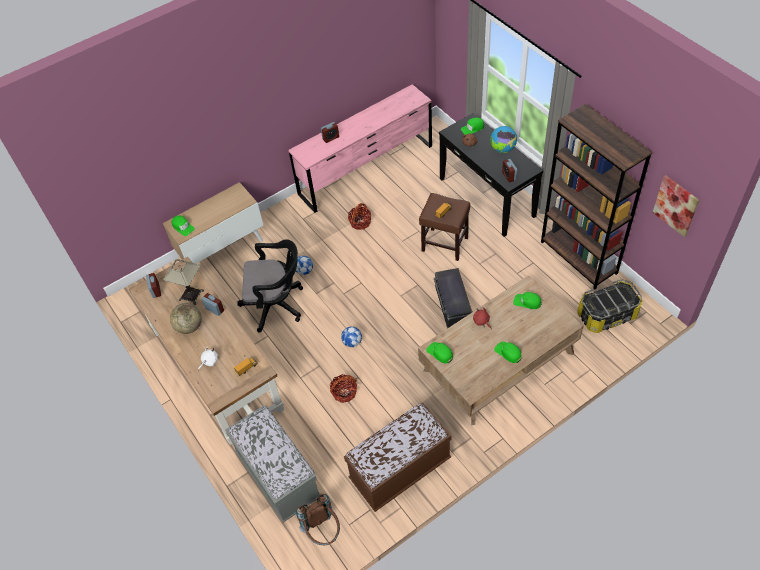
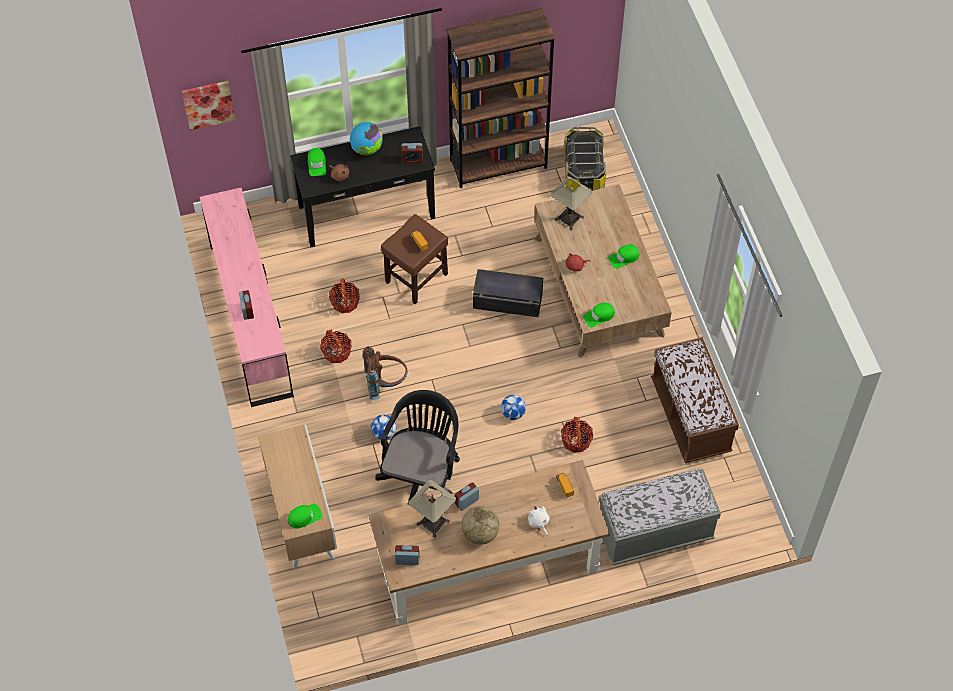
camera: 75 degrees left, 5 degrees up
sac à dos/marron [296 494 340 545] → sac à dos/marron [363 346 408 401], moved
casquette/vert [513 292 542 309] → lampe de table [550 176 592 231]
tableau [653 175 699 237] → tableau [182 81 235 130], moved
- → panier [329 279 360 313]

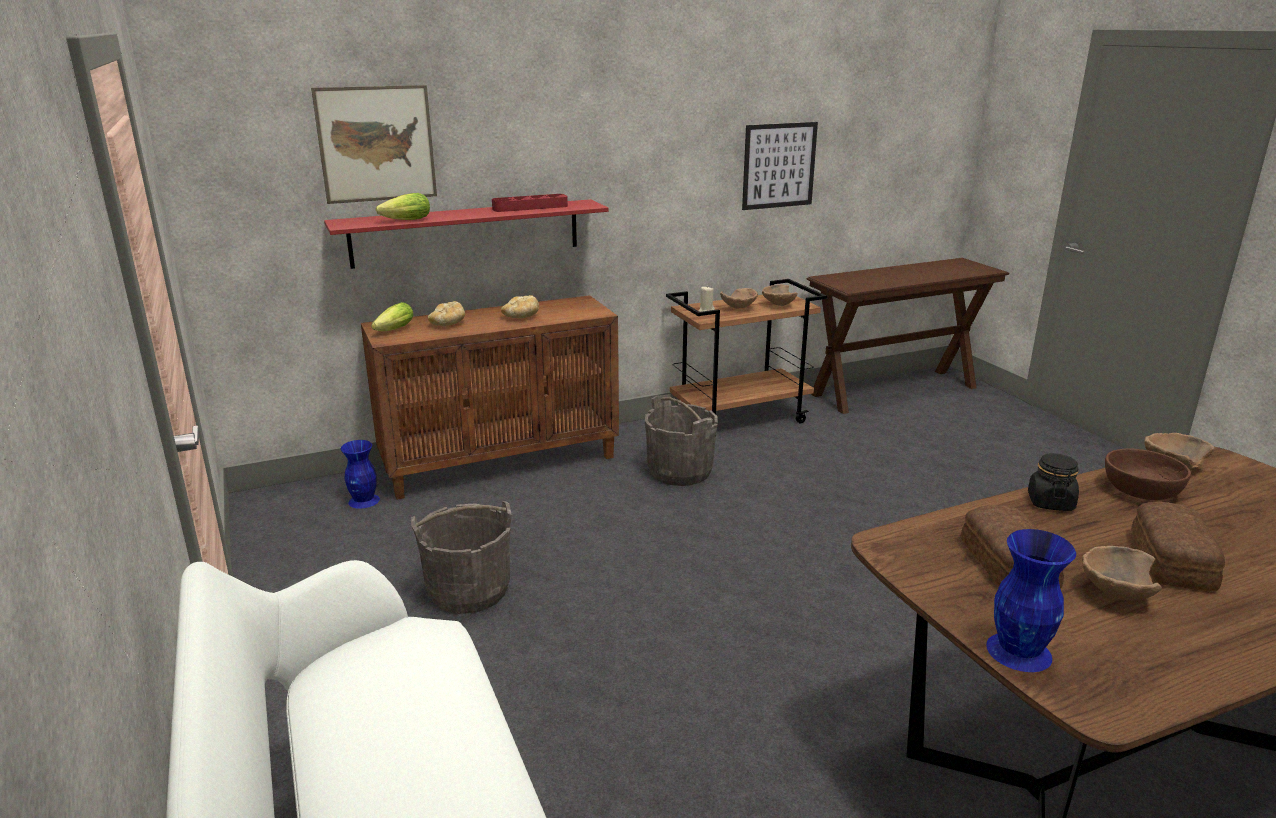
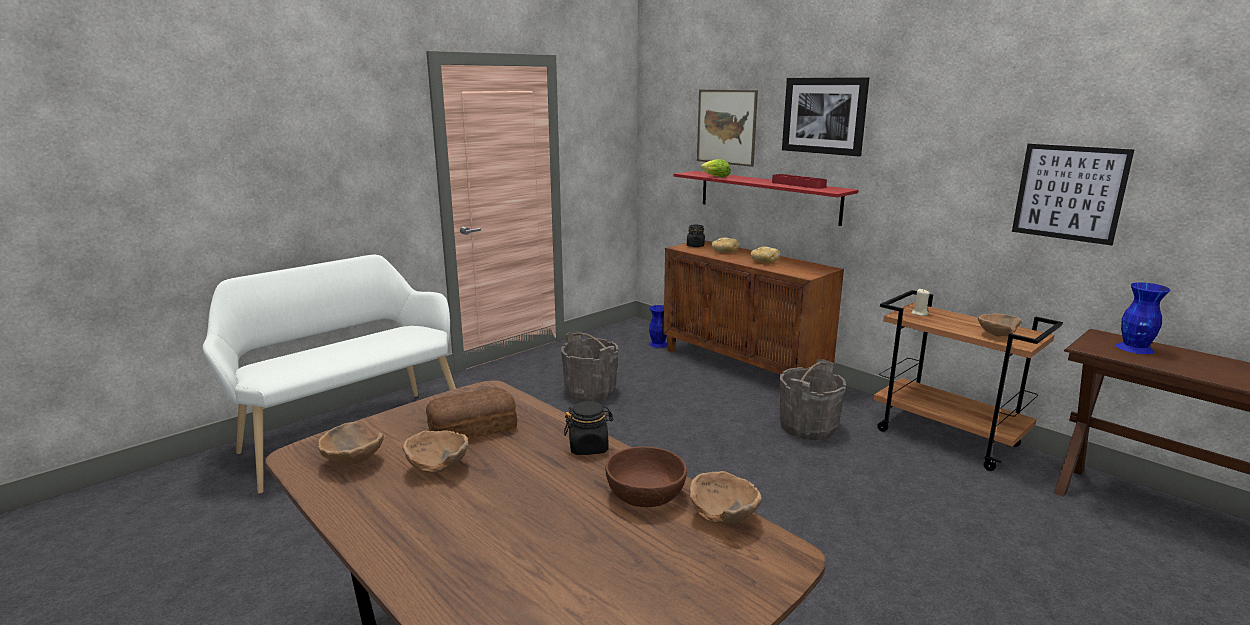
camera: 70 degrees right, 5 degrees down
laitue [371 302 413 331] → bocal/noir [687 225 705 247]
bol/marron [720 288 758 309] → bol/marron [318 422 384 464], moved
vase/bleu [986 529 1076 672] → vase/bleu [1116 282 1170 354], moved
pain [1131 502 1225 591] → -
- → tableau [782 77 869 157]

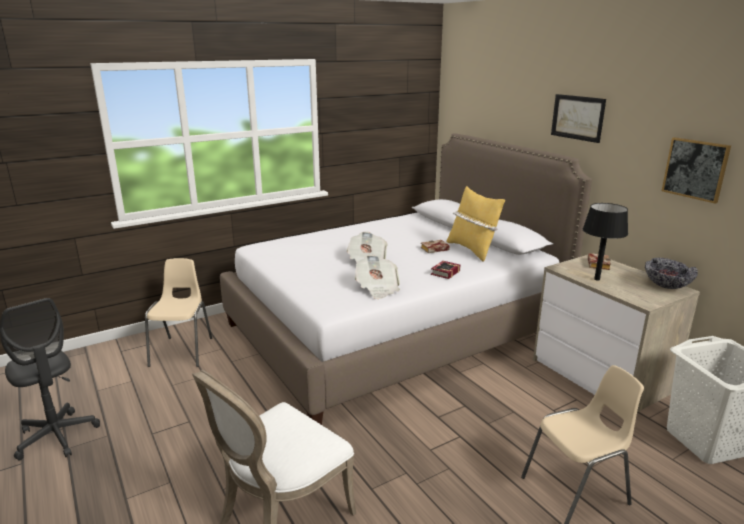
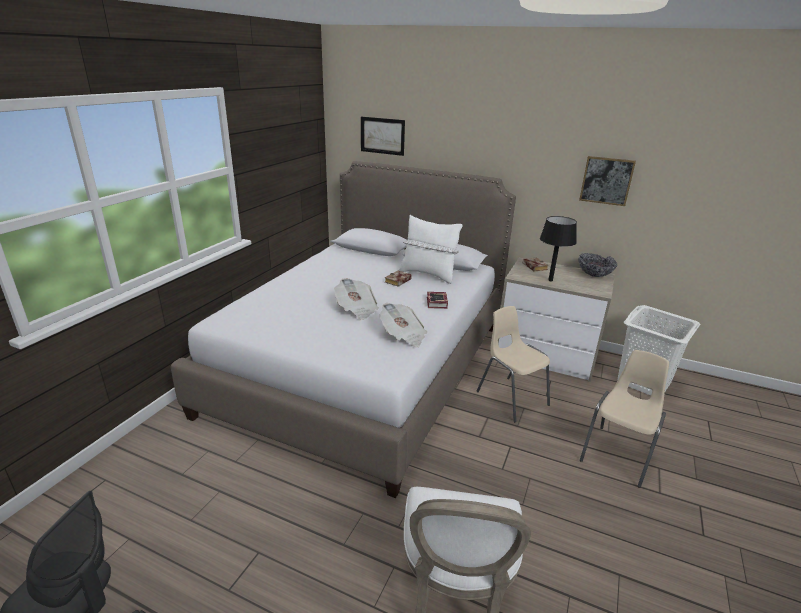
camera: 35 degrees left, 5 degrees up
chaise/beige [145 258 212 367] → chaise/beige [477 306 550 422], moved
coussin/jaune [446 186 505 262] → coussin/blanc [399 215 463 284]
tableau [551 94 606 143] → tableau [361 117 405 156], moved

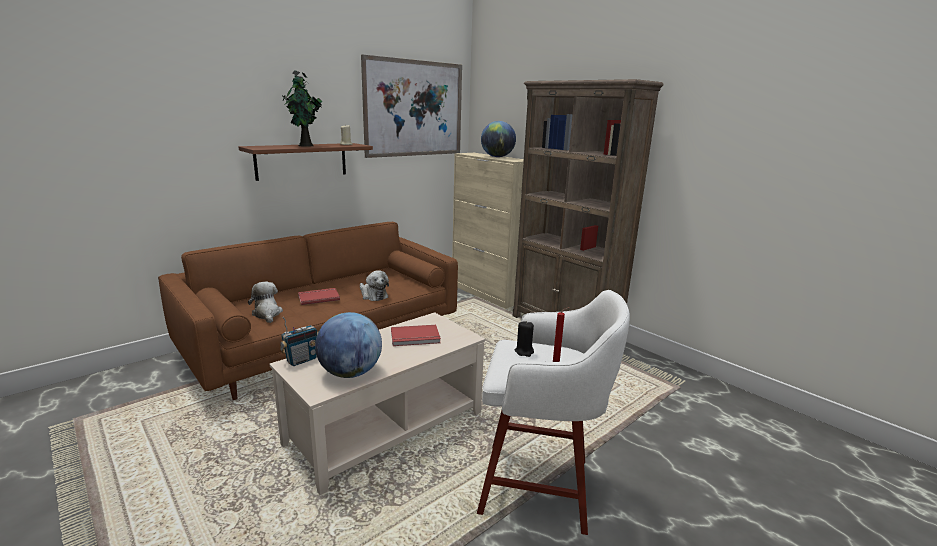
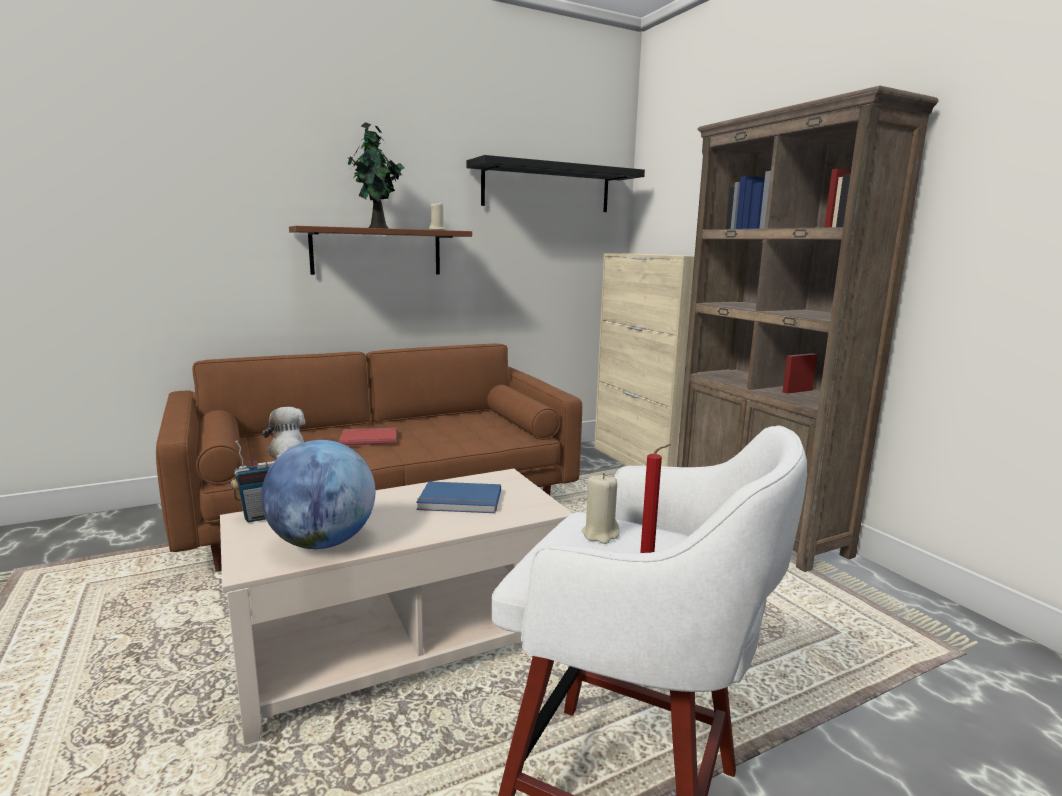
camera: 15 degrees right, 5 degrees down
peluche [360 270 389 301] → -
tableau [361 55 462 158] → étagère/noir [466 155 645 212]
livre/rouge [391 325 441 346] → livre/bleu [416 481 501 513]
globe [481 121 516 157] → -
bougie/noir [515 321 534 357] → bougie/beige [582 473 620 544]

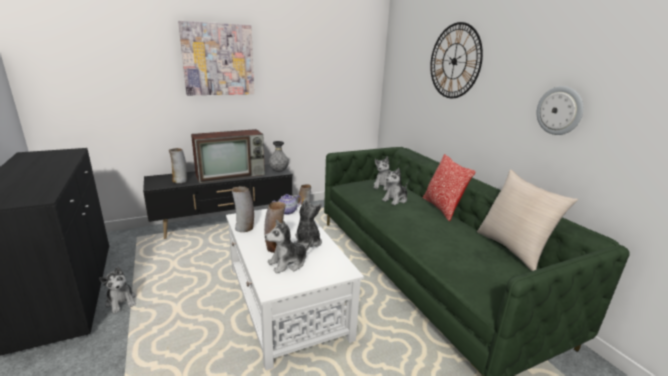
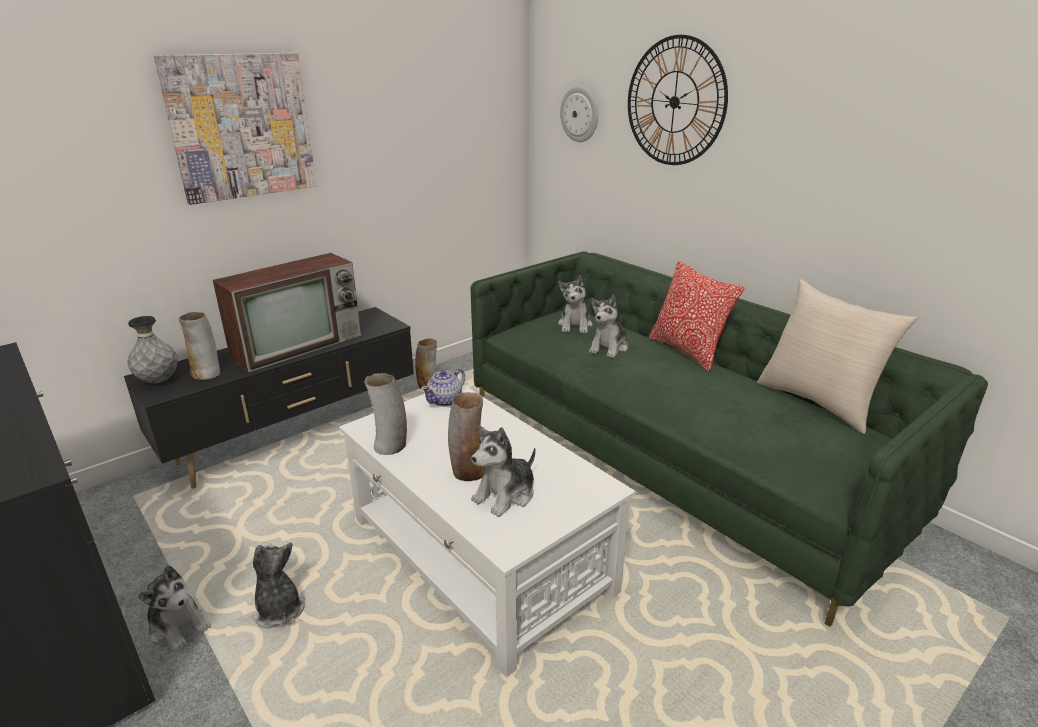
camera: 15 degrees left, 5 degrees up
vase/gris [269 141 289 172] → vase/gris [128 316 178 383], moved
peluche [294 199 322 247] → peluche [253 542 305 628], moved
horloge murale [536 86 584 135] → horloge murale [560 86 598 142], moved

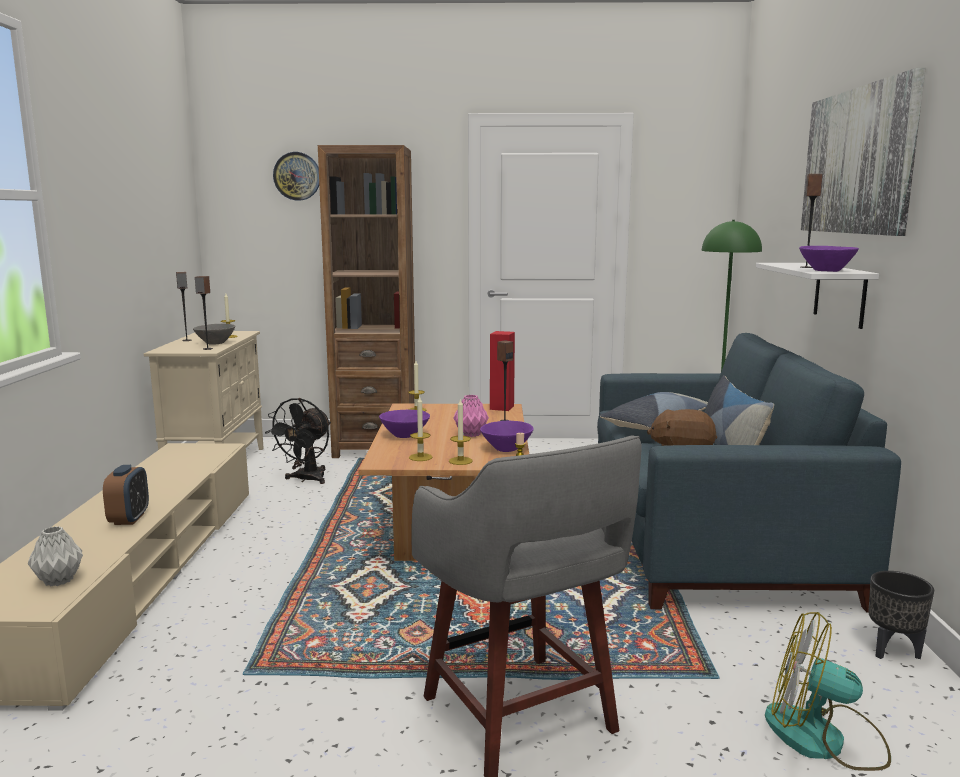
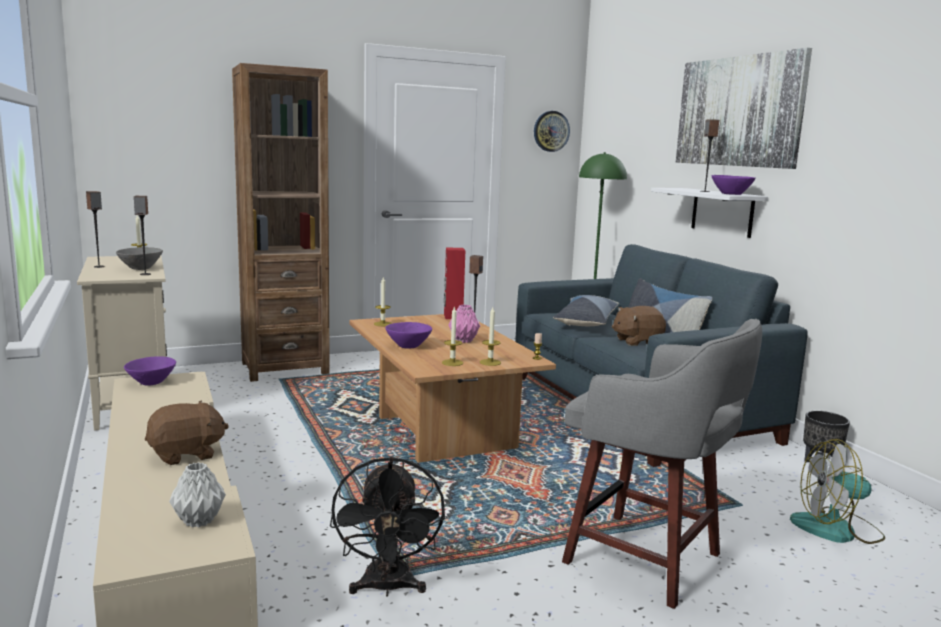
camera: 25 degrees left, 0 degrees up
réveil [103 465 149 525] → peluche/marron [145 401 229 465]
ventilateur/noir [265 398 331 484] → ventilateur/noir [330 457 445 597], moved
horloge murale [273 152 319 200] → horloge murale [534 111 570 152], moved
bol/violet [480 421 534 452] → bol/violet [124 356 176 386], moved

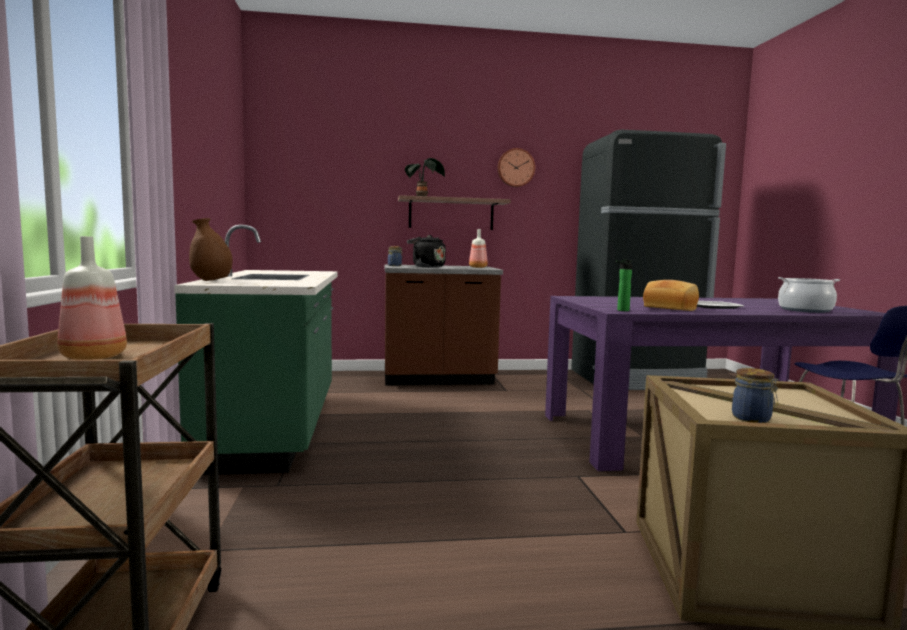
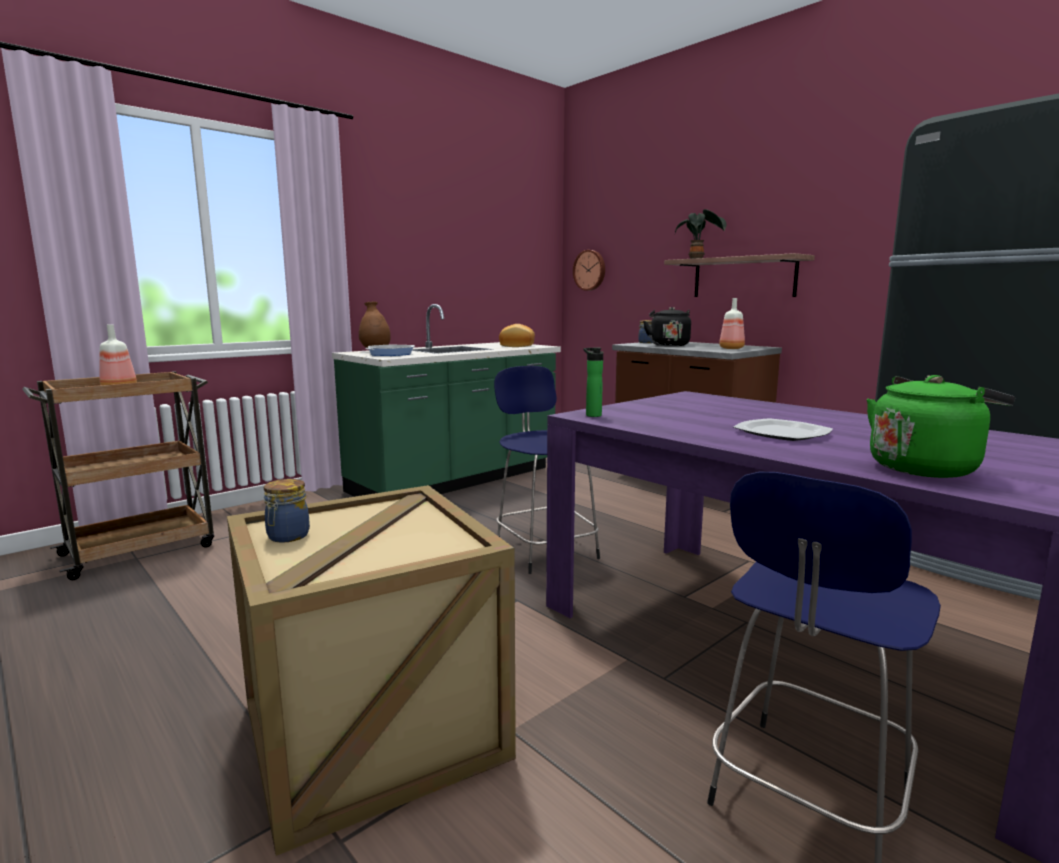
camera: 55 degrees right, 5 degrees up
horloge murale [497 148 535 187] → horloge murale [573 250 605 291], moved
pain [643 280 699 311] → pain [499 324 535 347], moved
marmite [778 277 840 313] → bouilloire/vert [867 375 1015 478]
- → poêle [365 345 415 356]
- → tabouret/bleu [494 366 600 574]

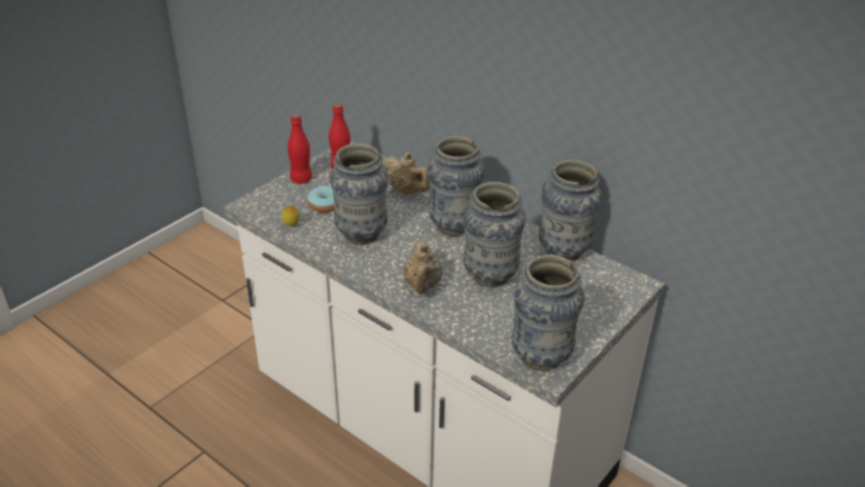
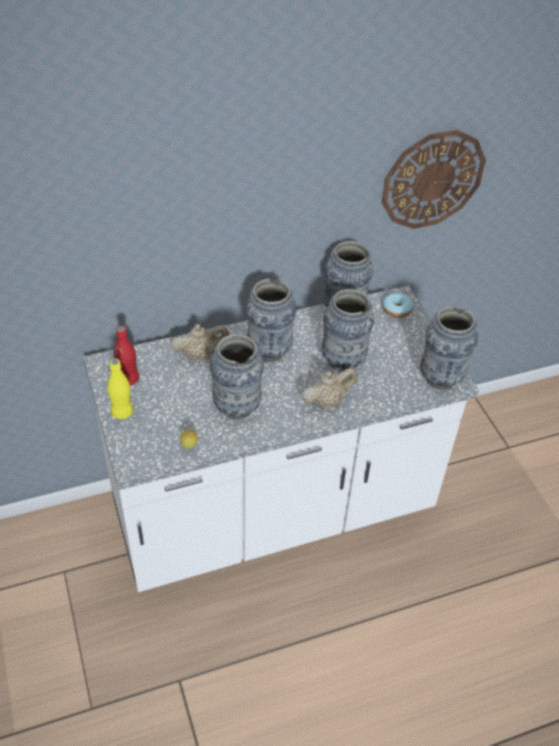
camera: 60 degrees left, 10 degrees up
bouteille/rouge [288 114 312 184] → bouteille/jaune [107 359 133 419]
beignet [307 186 334 212] → beignet [383 293 413 318], moved
théière/beige [403 241 443 294] → théière/beige [301 368 357 409], 60 degrees counterclockwise
- → horloge murale [382 130 486 229]

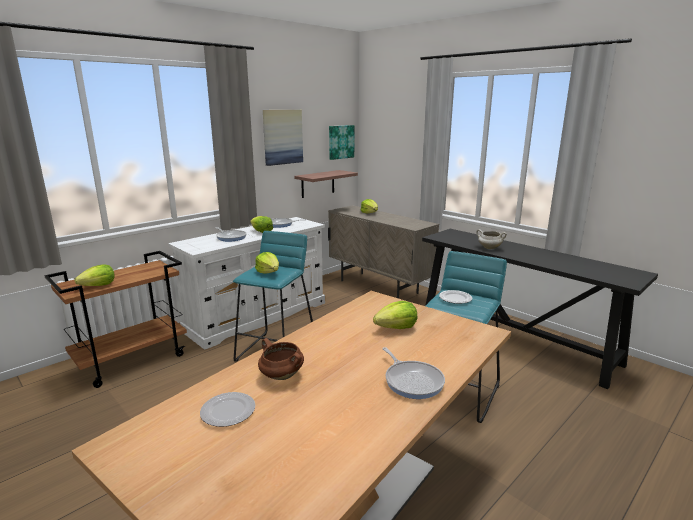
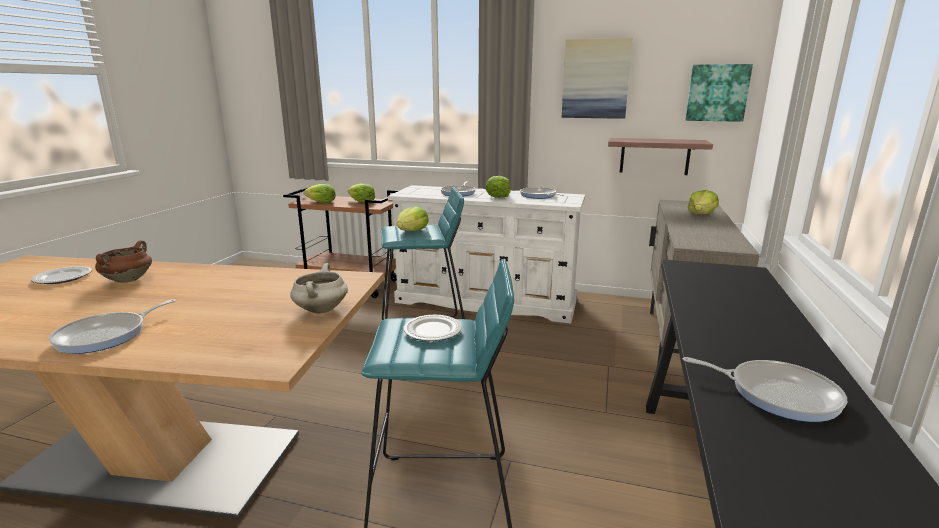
camera: 60 degrees right, 0 degrees up
laitue [373 301 417 329] → laitue [348 184 375 203], moved
marmite/blanc [476 229 507 249] → marmite/blanc [290 263 348 314], moved
- → poêle [683 357 847 422]

